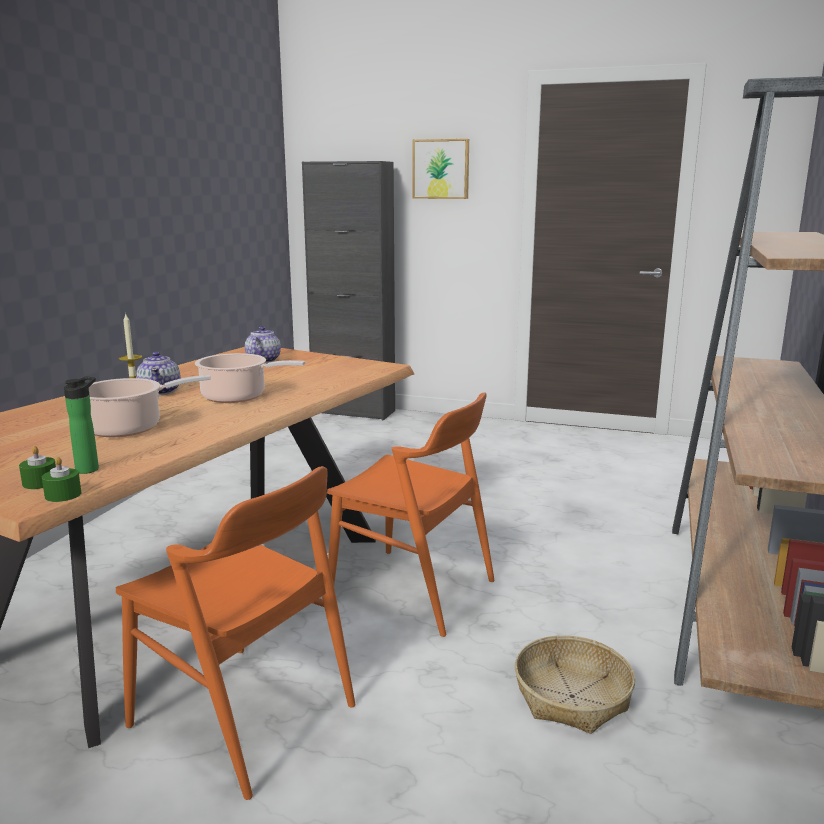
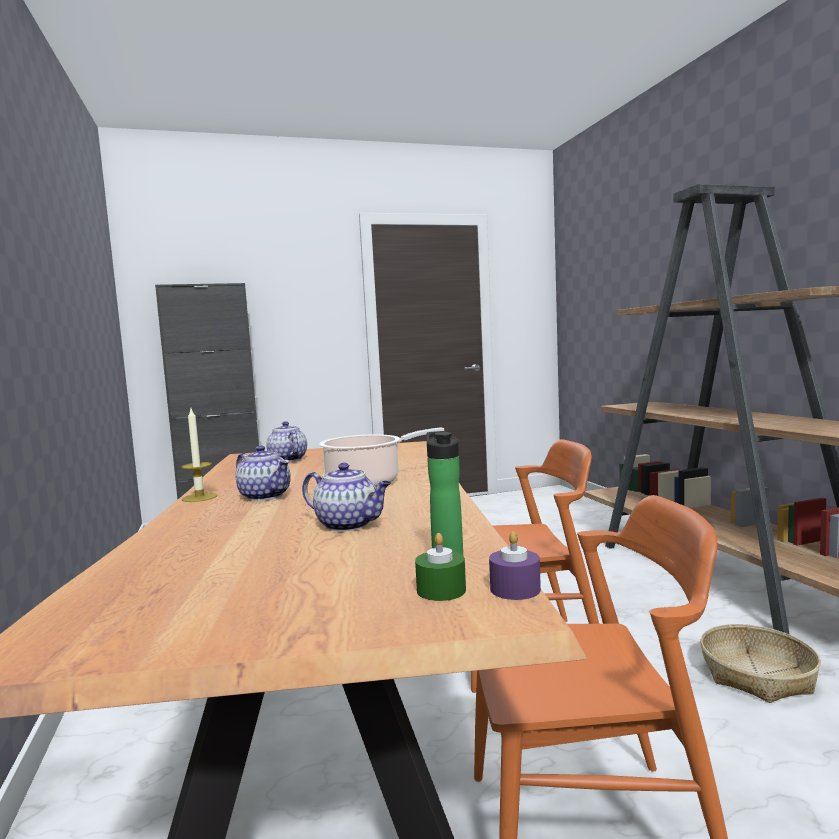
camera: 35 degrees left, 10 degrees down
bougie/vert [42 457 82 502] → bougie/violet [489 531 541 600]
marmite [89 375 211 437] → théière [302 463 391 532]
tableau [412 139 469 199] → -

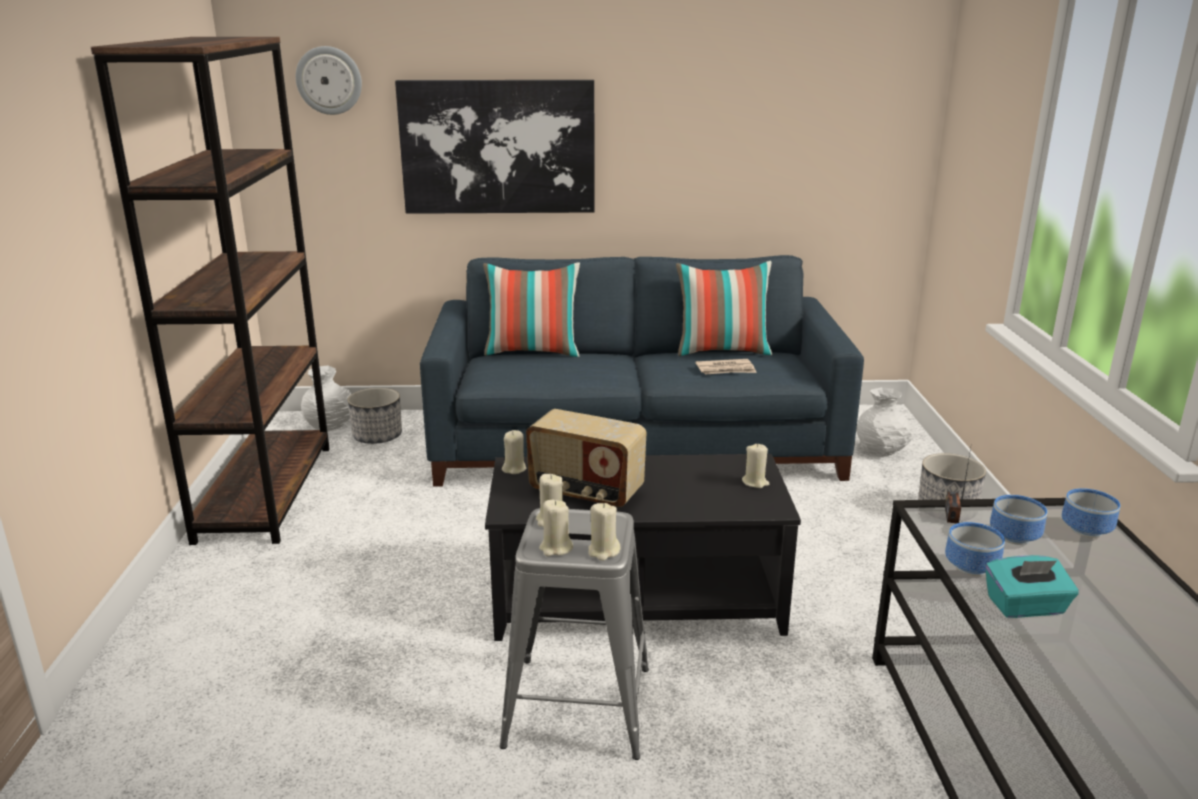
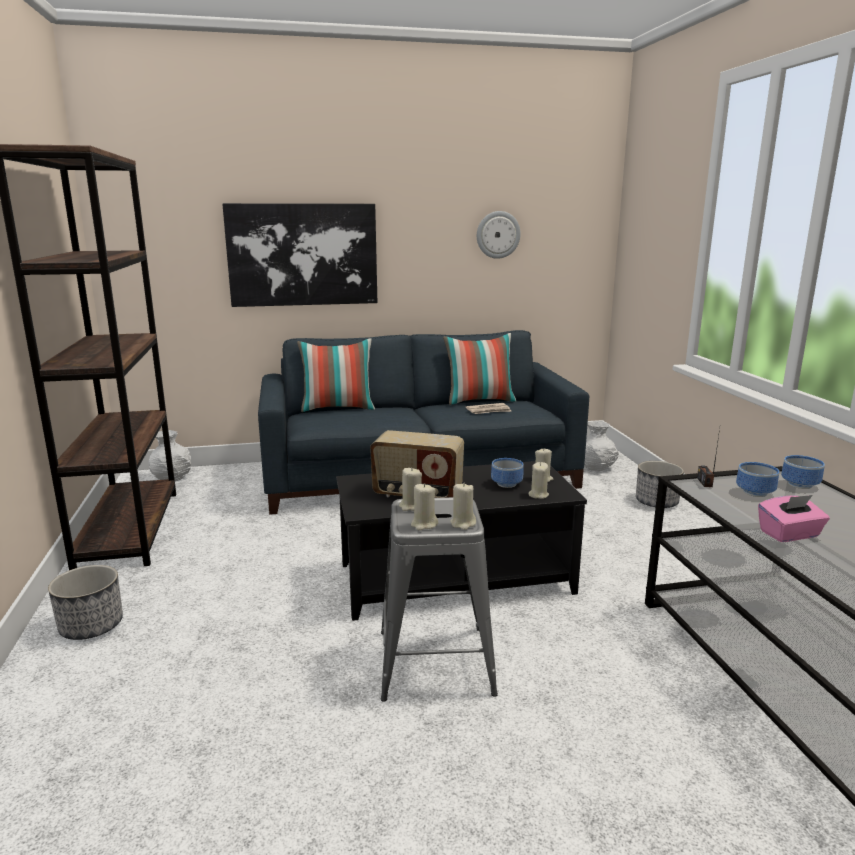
camera: 10 degrees left, 5 degrees down
horloge murale [296 46 362 115] → horloge murale [477 211 521 259], moved
cache-pot [347 388 402 444] → cache-pot [48 565 123 640], moved
bougie/beige [502 430 527 474] → bougie/beige [529 462 549 499], moved
bol [945 522 1005 576] → bol [491 458 524 488], moved
boîte à mouchoirs/turquoise [985 555 1079 618] → boîte à mouchoirs/rose [758 495 830 542]

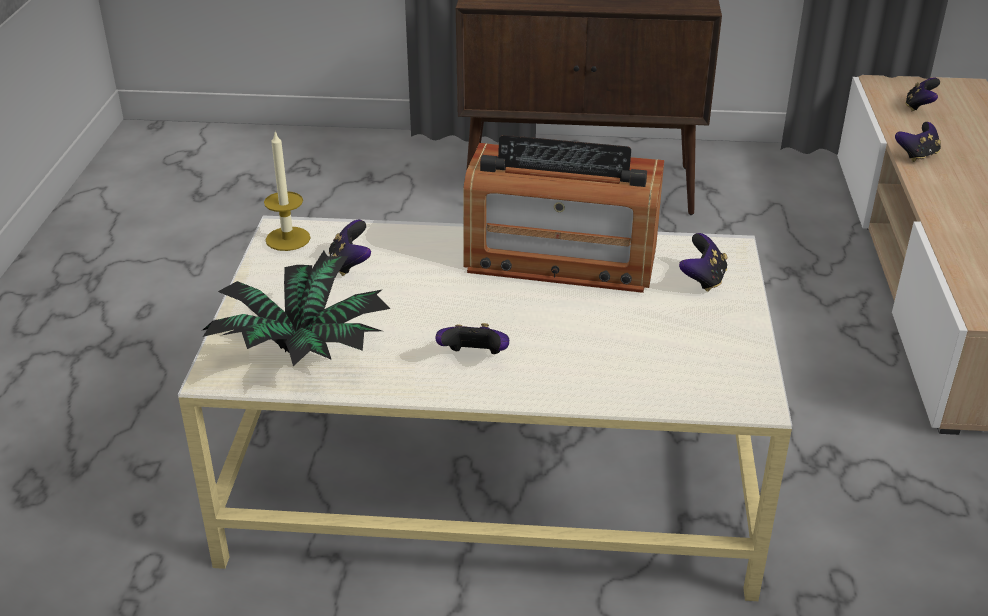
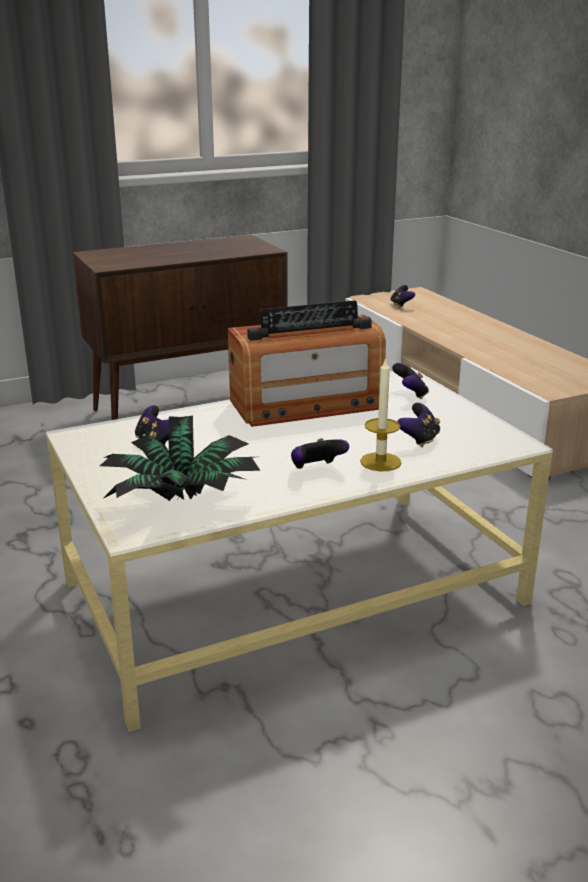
camera: 30 degrees left, 10 degrees down
bougie [264 130 311 251] → bougie [360 358 401 471], moved
manette [895 122 941 162] → manette [397 403 440 447], moved

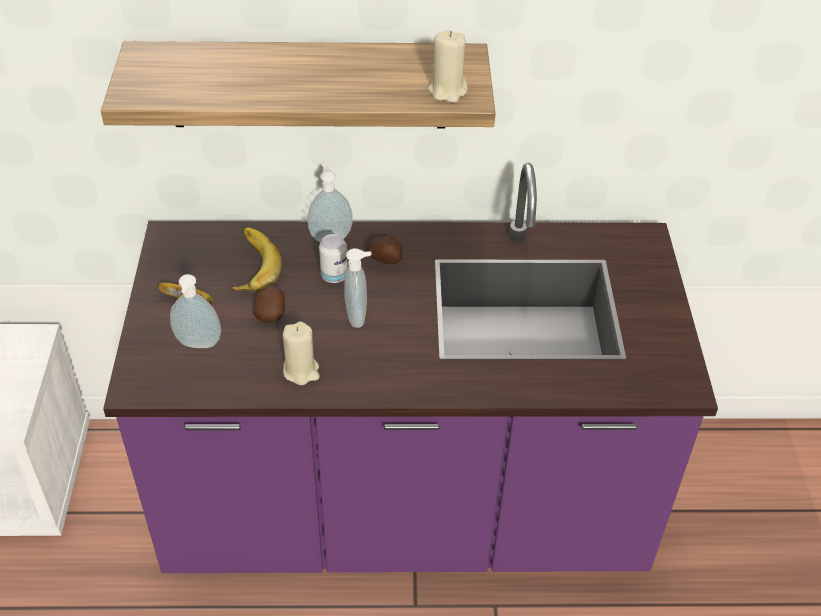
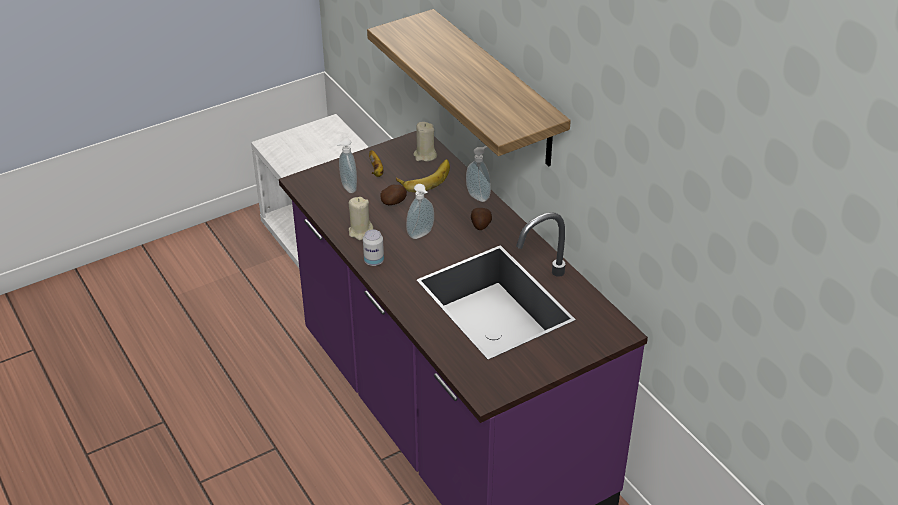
camera: 60 degrees right, 5 degrees down
boîte métallique [319 234 348 283] → boîte métallique [363 230 384 266], moved
bougie/beige [428 30 468 103] → bougie/beige [413 122 437 161], moved

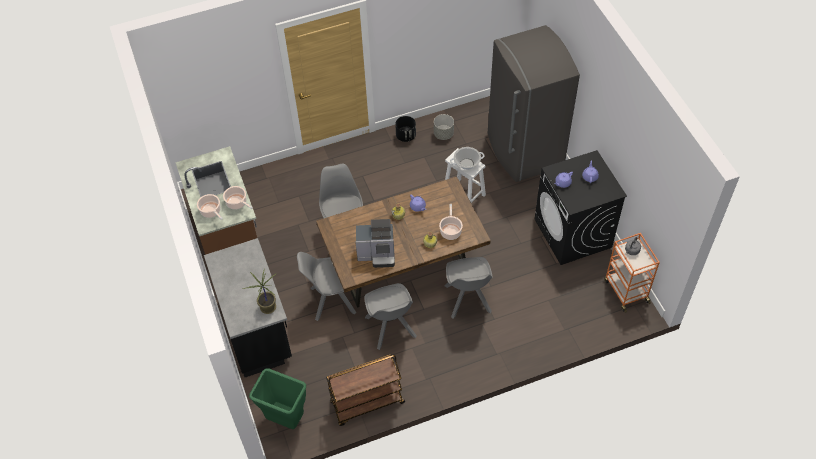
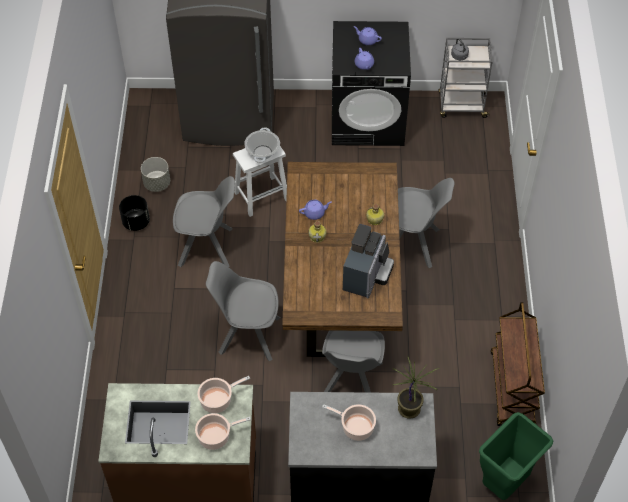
camera: 70 degrees left, 0 degrees up
chaise/gris [364 283 417 350] → chaise/gris [173 176 235 267], moved
marmite [439 204 463 240] → marmite [322 404 376 441], moved
chariot/orange [604 233 660 313] → chariot/gris [438 38 493 118]

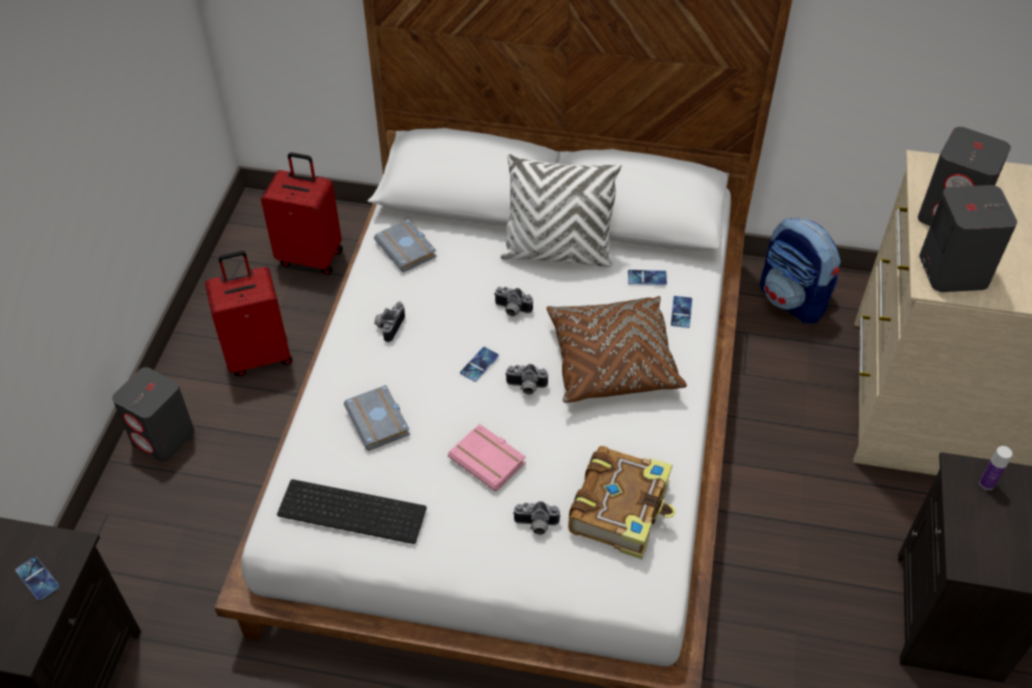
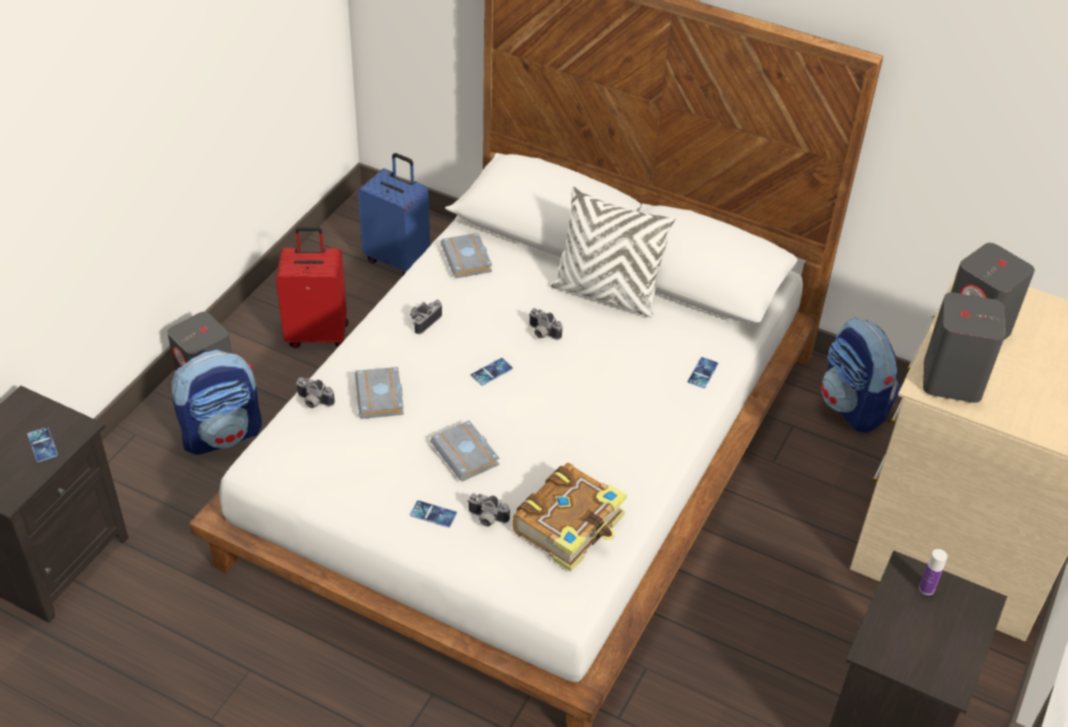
camera: 15 degrees right, 5 degrees down
valise/rouge [261 152 343 275] → valise/bleu [358 153 430 275]
clavier [277 479 427 544] → -
livre/rose [448 424 526 491] → livre/gris [430 420 499 481]
appareil photo [505 364 549 395] → appareil photo [295 377 335 408], moved
coussin/marron [546 296 687 403] → -
téléphone [628 270 667 285] → téléphone [410 500 457 527], moved
- → sac à dos [171 350 262 455]

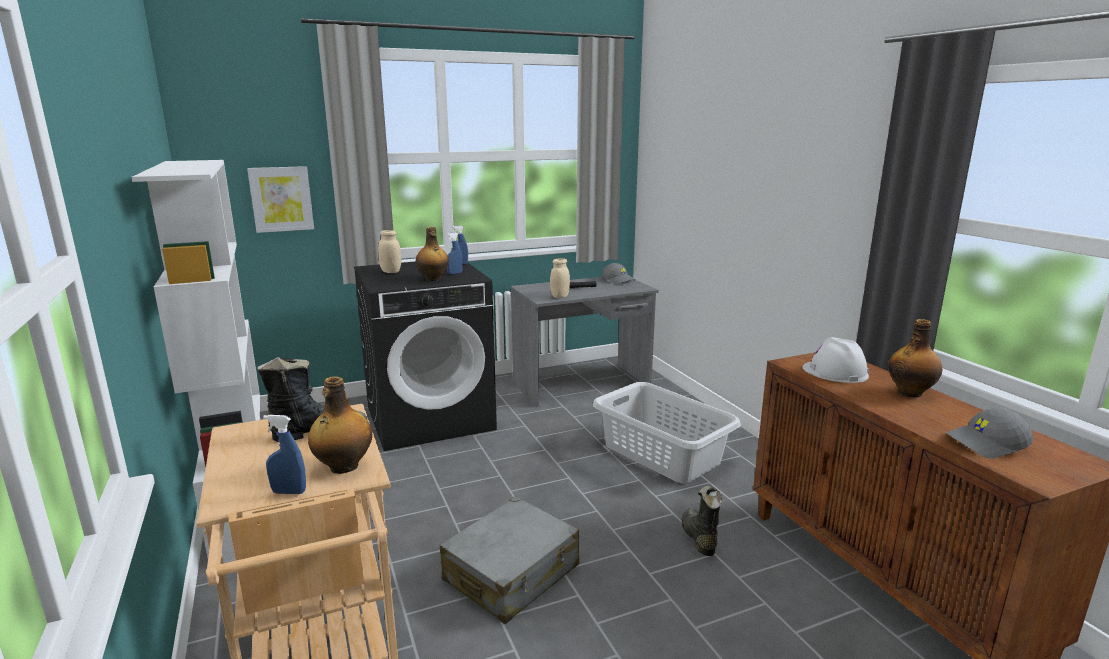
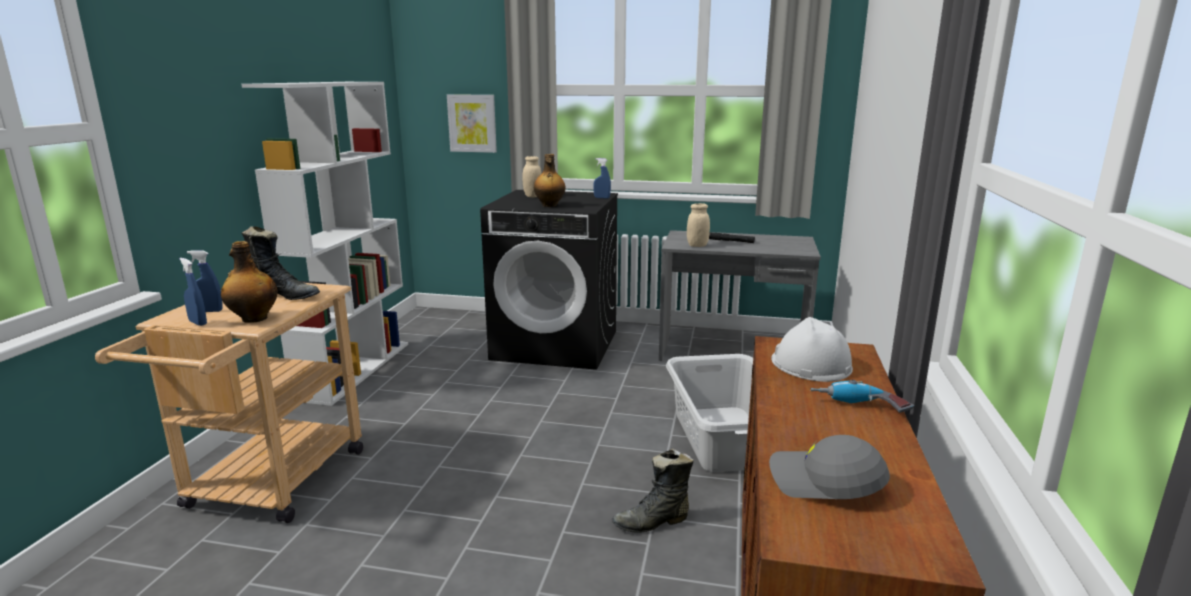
camera: 35 degrees right, 0 degrees up
valise/gris [440 496 579 624] → -
vaporisateur/bleu [447 232 463 274] → vaporisateur/bleu [187 250 223 312], moved
casquette/gris [602 263 635 284] → -
botte/noir [682 486 722 556] → botte/noir [612 448 693 533], 135 degrees counterclockwise
bouteille [888 319 942 398] → perceuse [810 380 914 412]

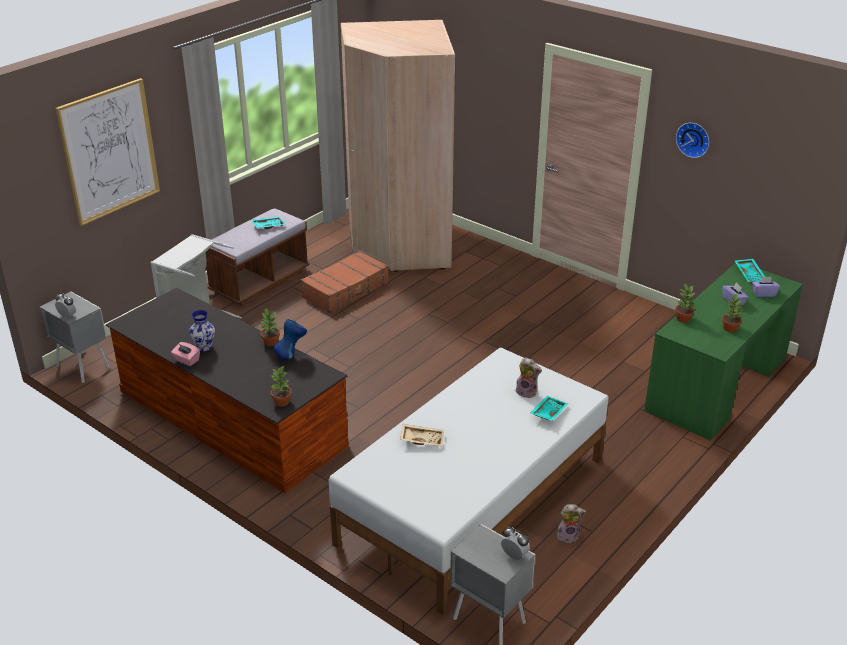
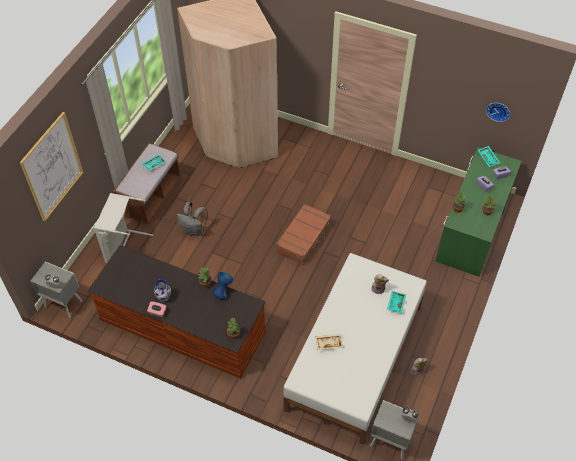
camera: 15 degrees left, 20 degrees up
valise/marron [301 251 389 313] → valise/marron [276 204 331 265], moved
horloge murale [676 123 709 158] → horloge murale [486 103 510 122], moved
- → sac à dos/gris [177 202 208 237]

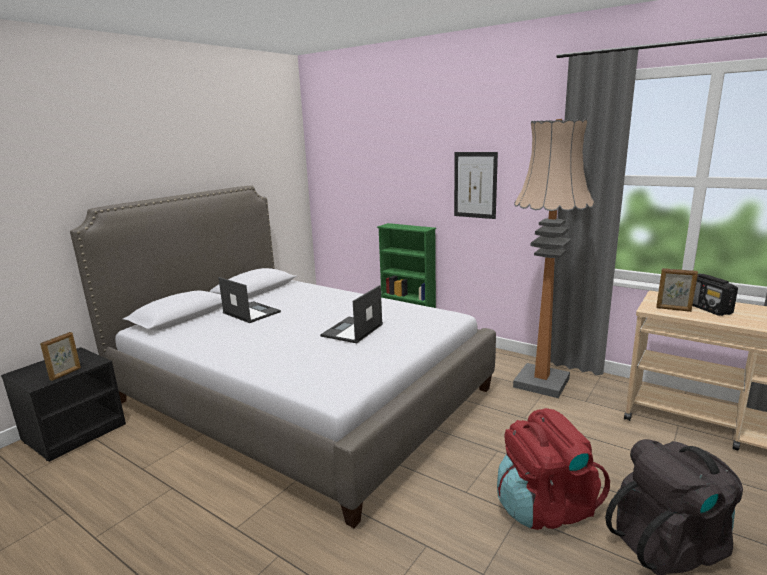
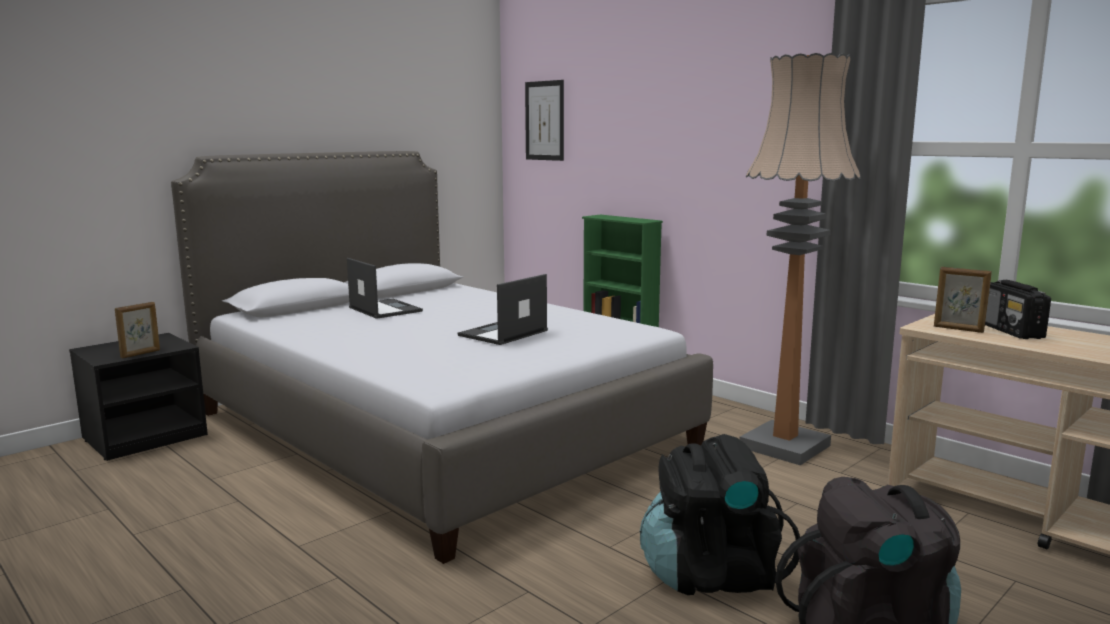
camera: 10 degrees right, 5 degrees down
tableau [454 152 498 219] → tableau [525 80 564 161], moved
sac à dos/rouge [497 408 610 530] → sac à dos/noir [640 434 800 595]

